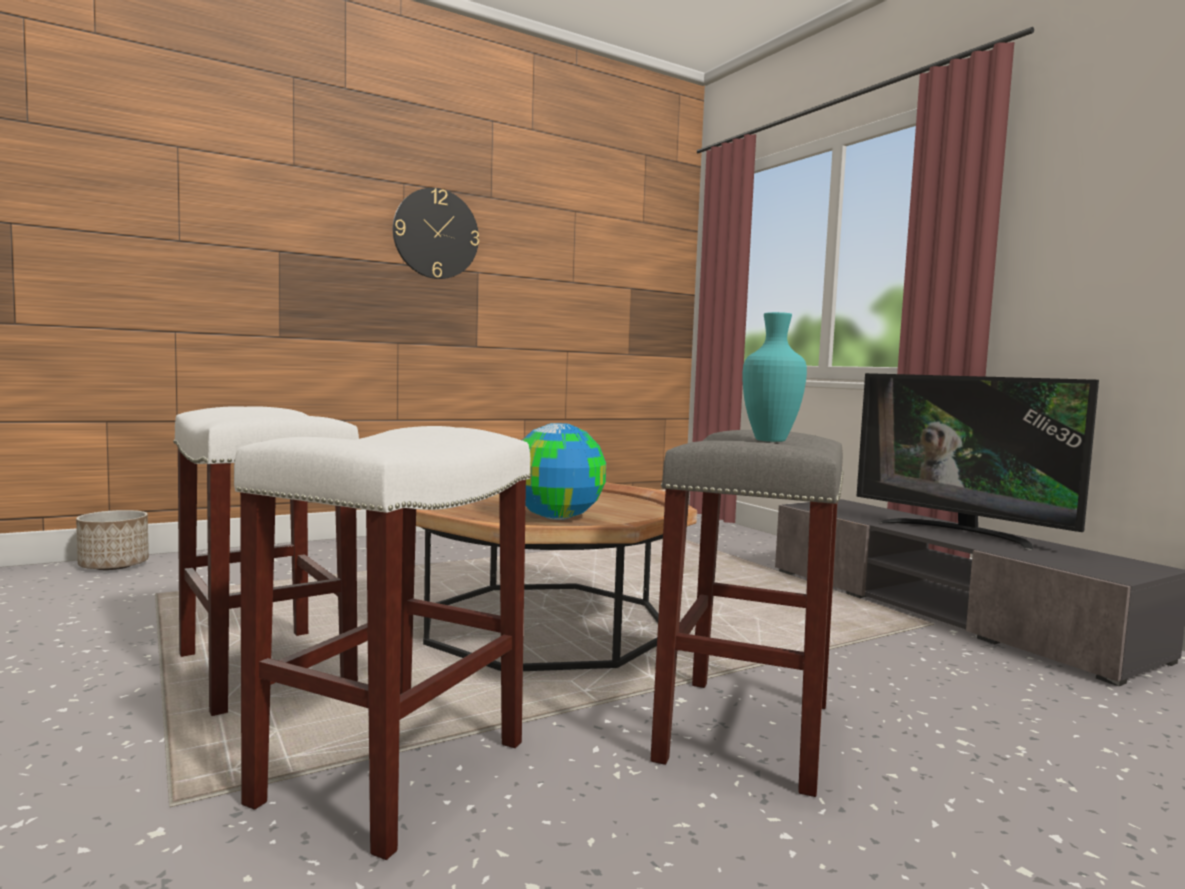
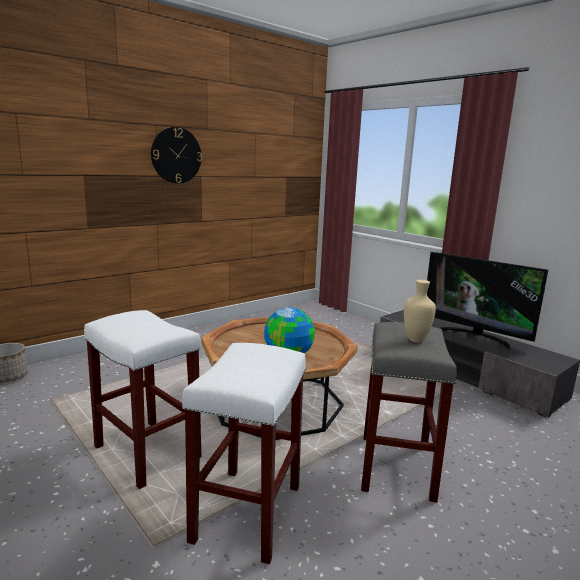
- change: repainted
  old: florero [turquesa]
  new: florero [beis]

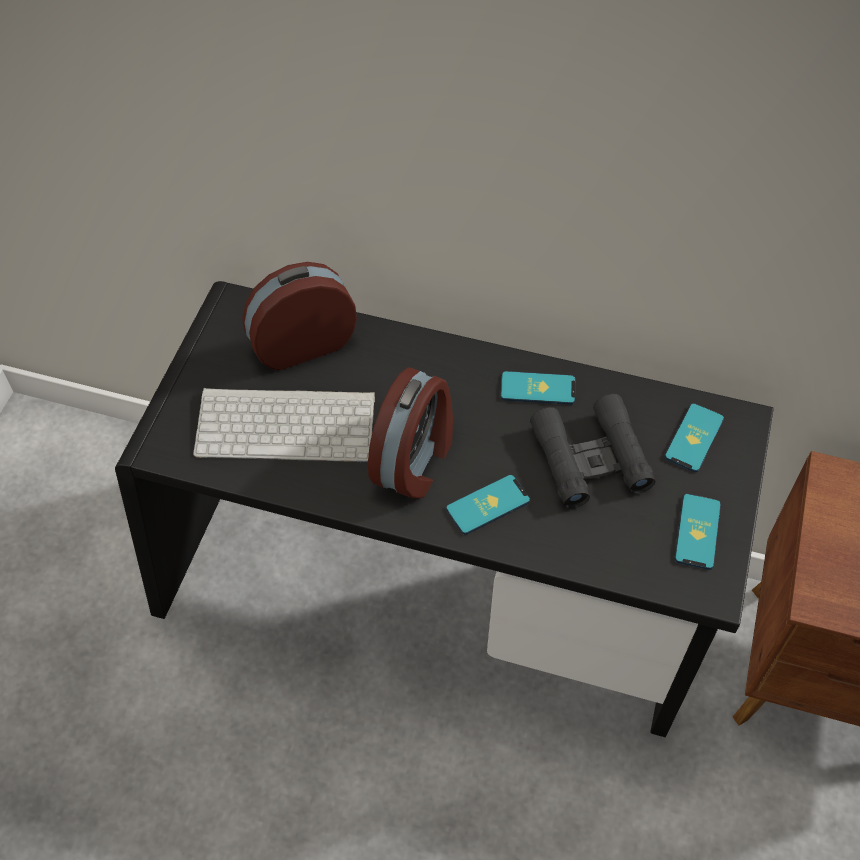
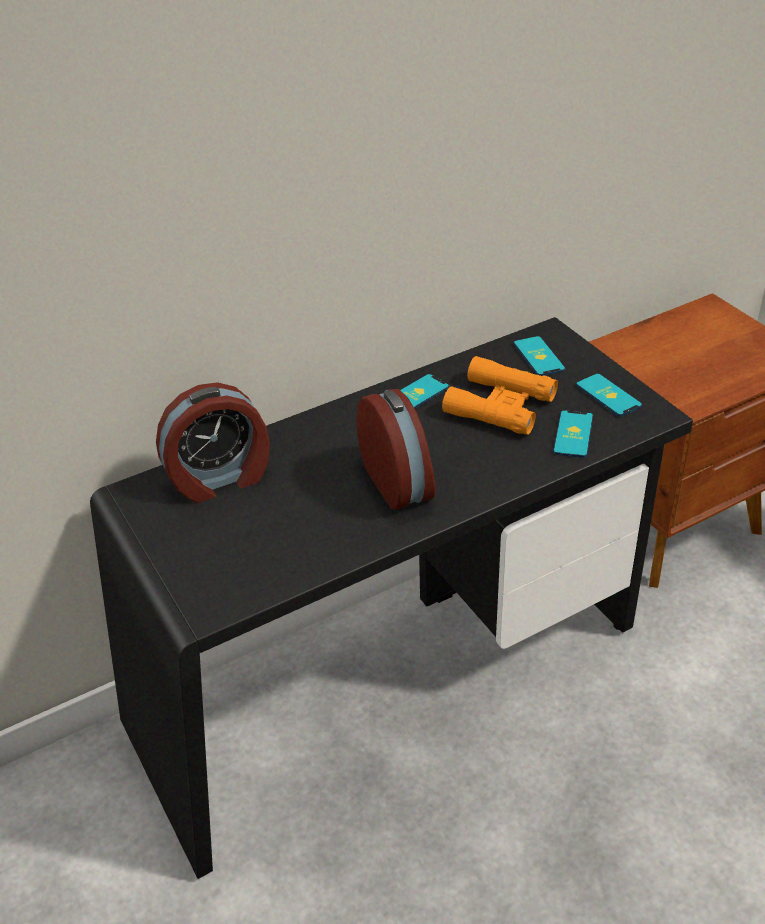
- change: rotated
  old: despertador (no. 1 from left)
  degrees: -135
- change: gone
  old: teclado
- change: repainted
  old: prismáticos [negro]
  new: prismáticos [naranja]
- change: shifted
  old: móvil (no. 1 from left in the first image)
  new: móvil (no. 3 from left)

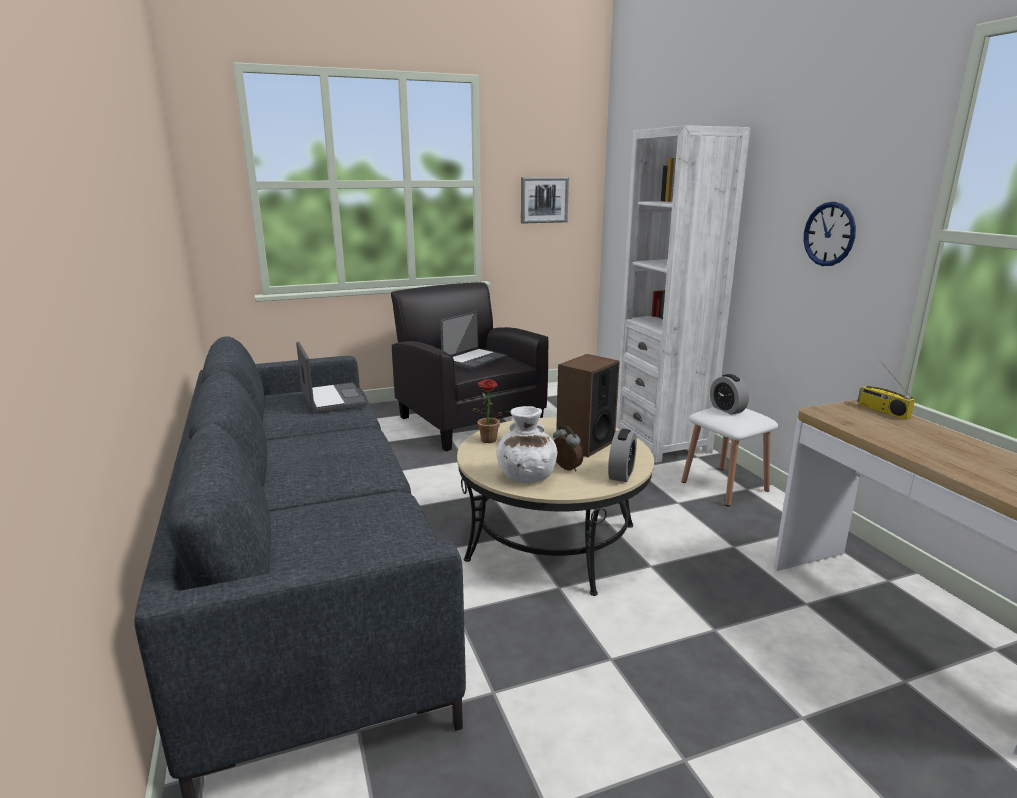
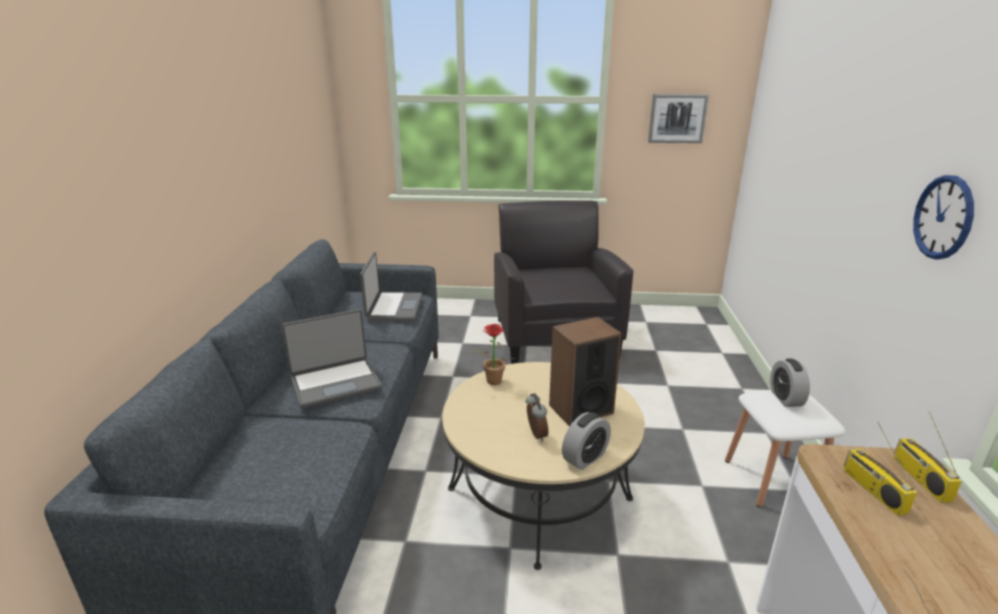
- change: gone
  old: estantería [blanco]
- change: shifted
  old: portátil (no. 2 from left in the first image)
  new: portátil (no. 1 from left)
- change: gone
  old: florero [blanco]
- change: new
  new: radio (no. 1 from left)

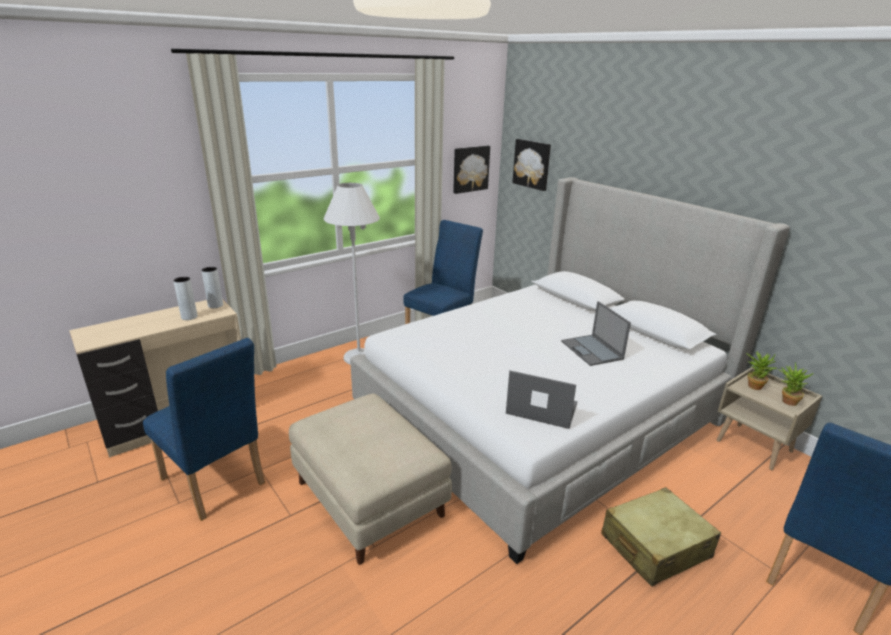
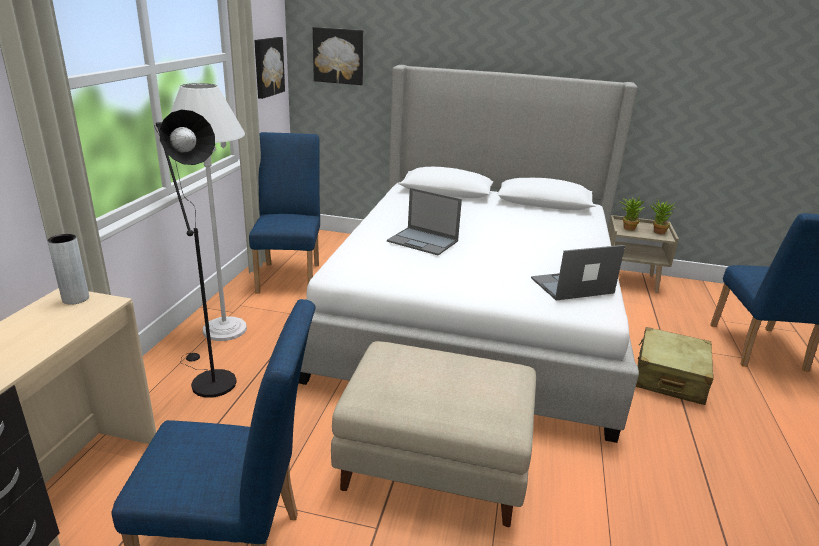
- change: gone
  old: florero [gris] (no. 1 from left)
- change: shifted
  old: portátil (no. 2 from left in the first image)
  new: portátil (no. 1 from left)
- change: new
  new: lámpara de pie [negro]

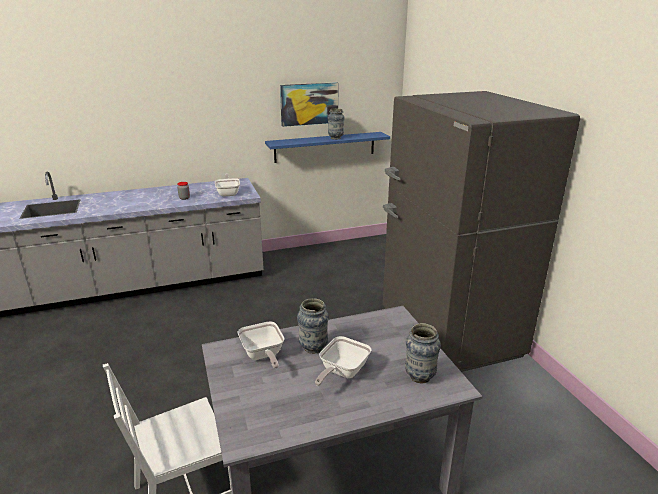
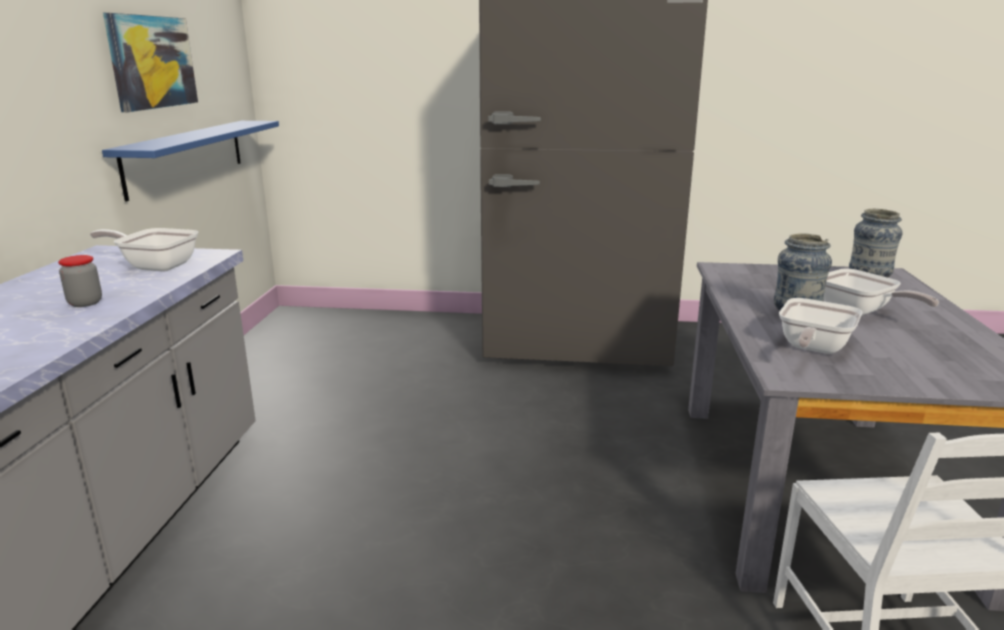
- change: gone
  old: florero (no. 2 from left)
- change: rotated
  old: sartén (no. 2 from left)
  degrees: 120

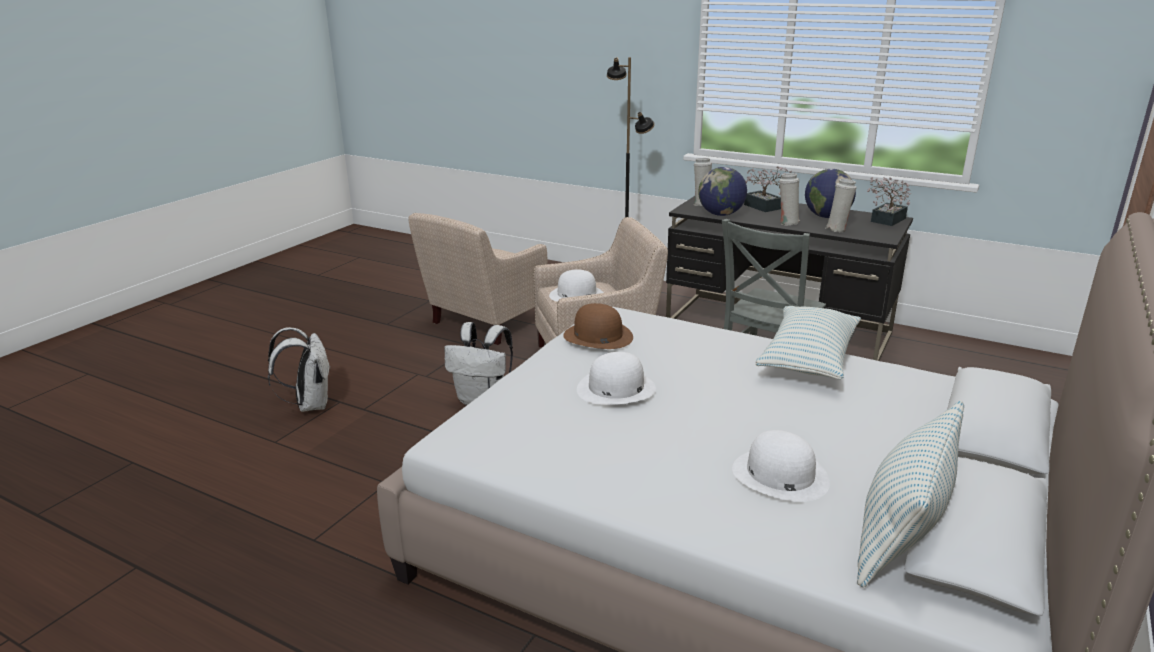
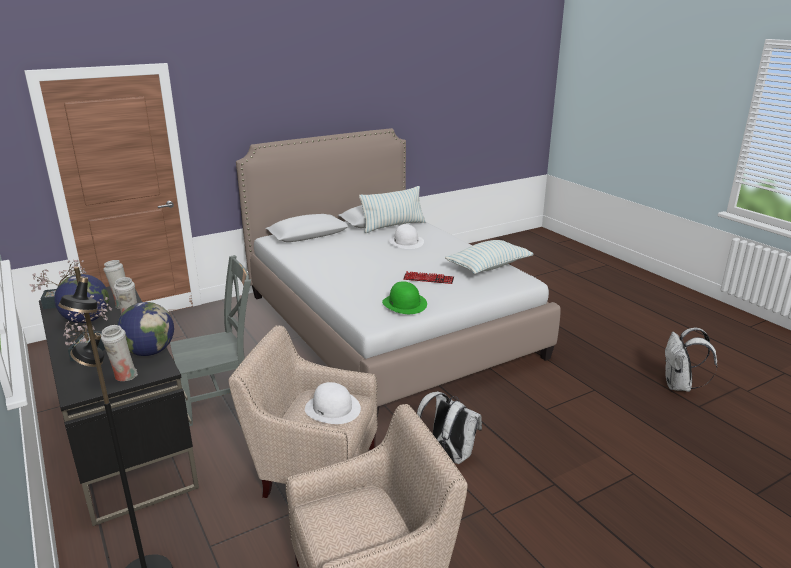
- change: repainted
  old: sombrero [marrón]
  new: sombrero [verde]
- change: shifted
  old: cojín (no. 1 from left in the first image)
  new: cojín (no. 2 from left)
- change: shifted
  old: mochila [blanco] (no. 1 from left in the first image)
  new: mochila [blanco] (no. 2 from left)
- change: swapped
  old: sombrero [blanco] (no. 2 from left)
  new: teclado

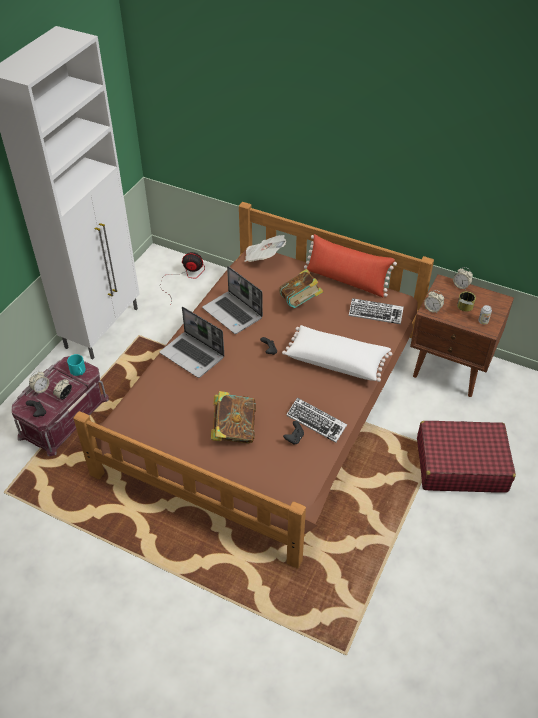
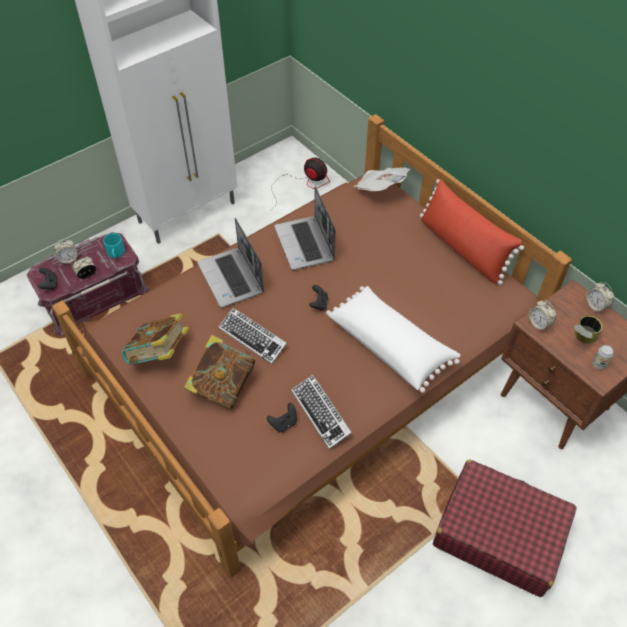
- change: shifted
  old: libro (no. 2 from left in the first image)
  new: libro (no. 1 from left)
- change: shifted
  old: teclado (no. 2 from left in the first image)
  new: teclado (no. 1 from left)

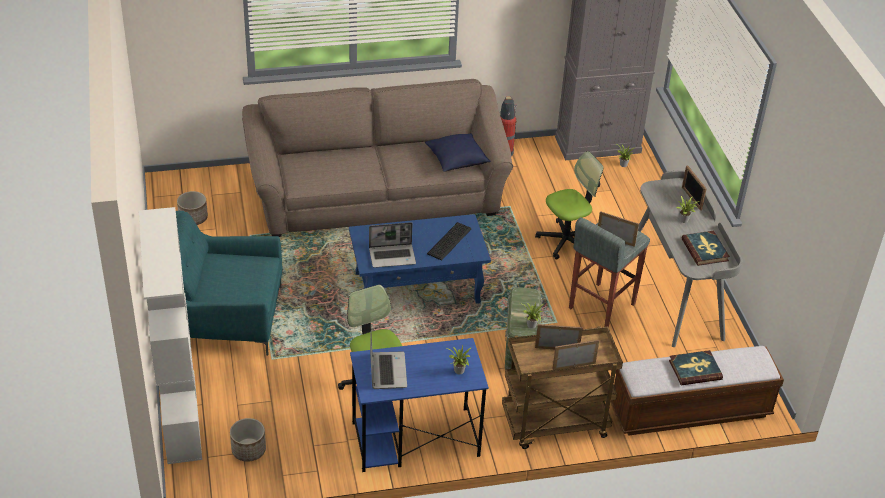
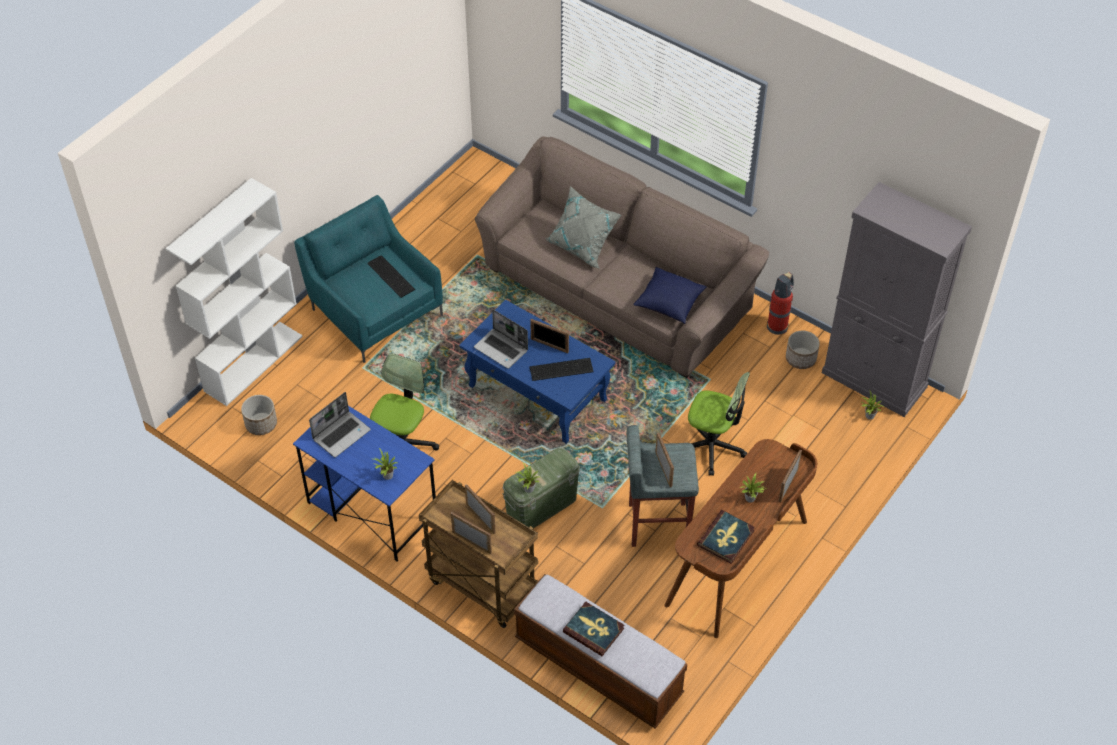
- change: repainted
  old: escritorio [gris]
  new: escritorio [marrón]
- change: shifted
  old: maceta (no. 1 from left in the first image)
  new: maceta (no. 2 from left)
- change: new
  new: cojín [gris]
- change: new
  new: teclado (no. 1 from left)
- change: new
  new: portarretratos (no. 3 from left)

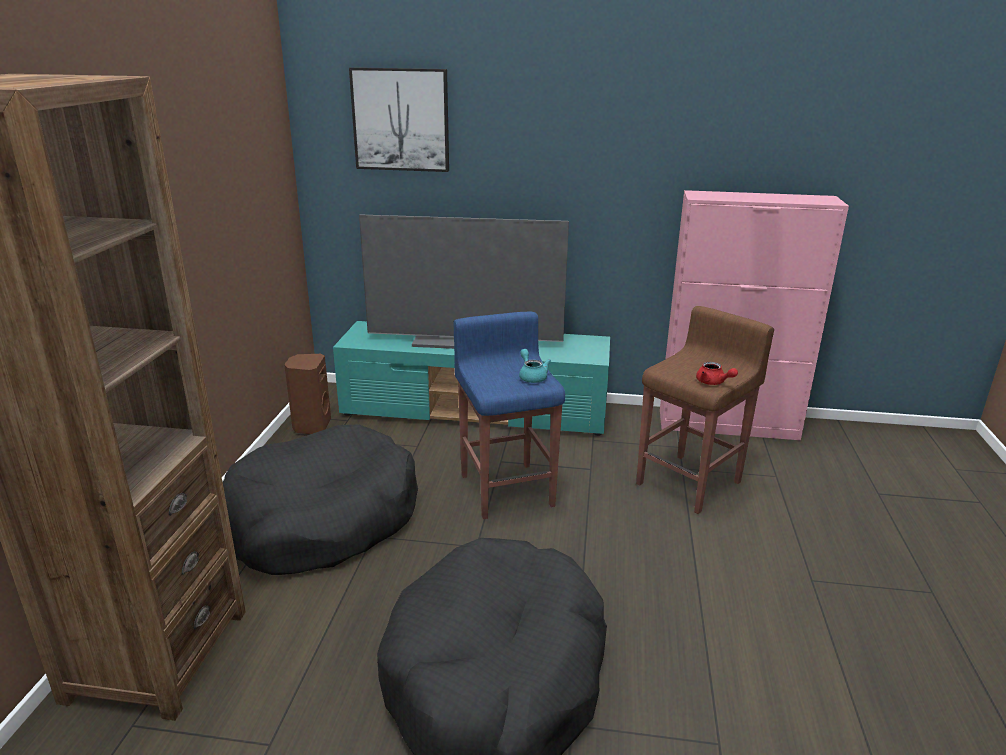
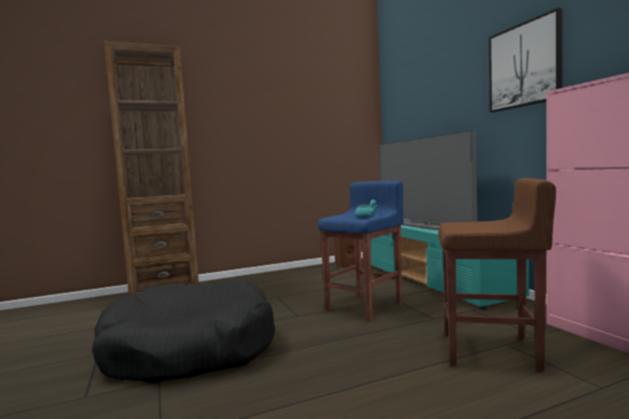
- change: shifted
  old: cuadro
- change: gone
  old: tetera [rojo]
- change: gone
  old: cama para perro [negro] (no. 1 from left)

